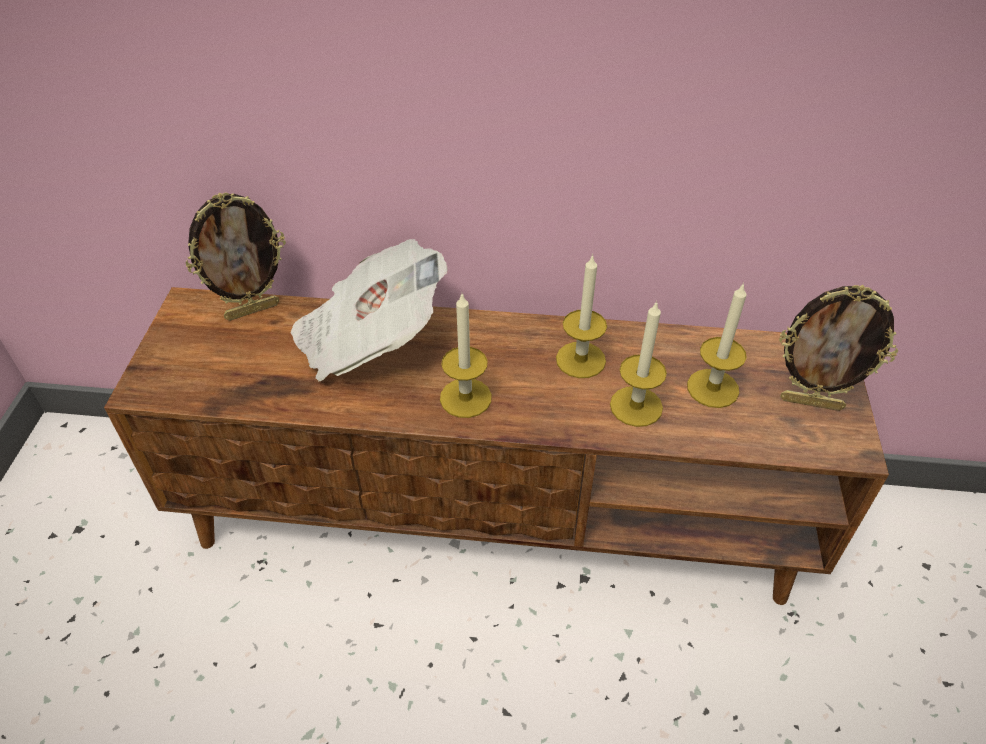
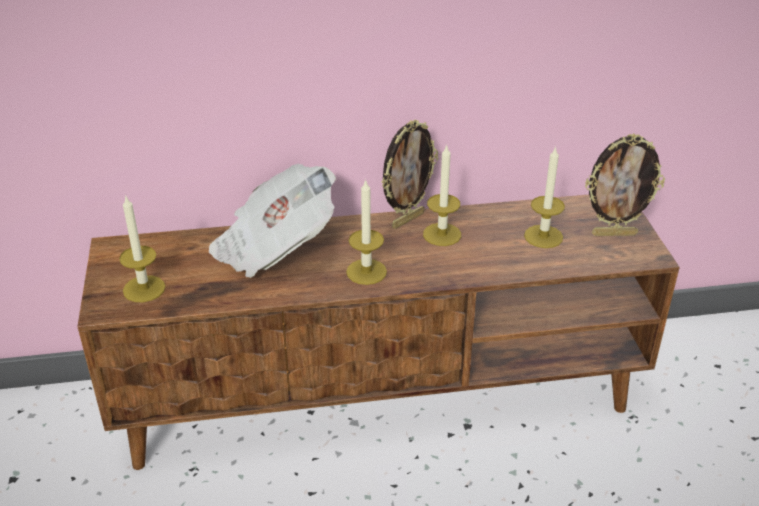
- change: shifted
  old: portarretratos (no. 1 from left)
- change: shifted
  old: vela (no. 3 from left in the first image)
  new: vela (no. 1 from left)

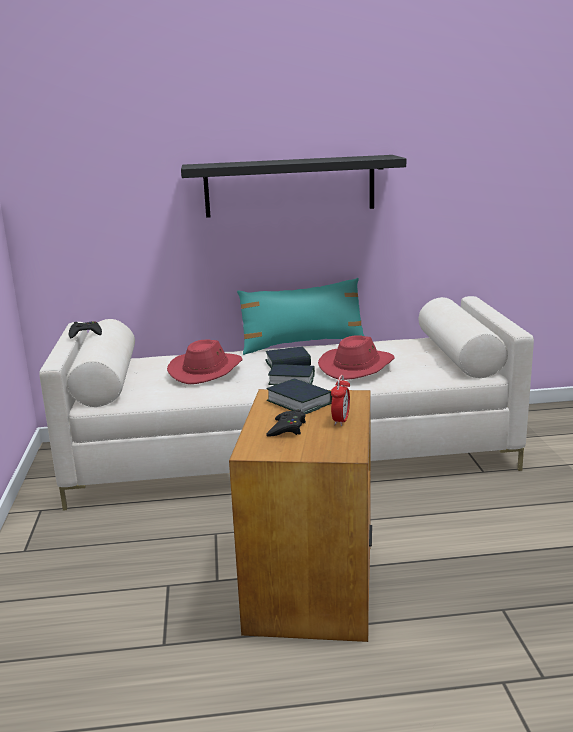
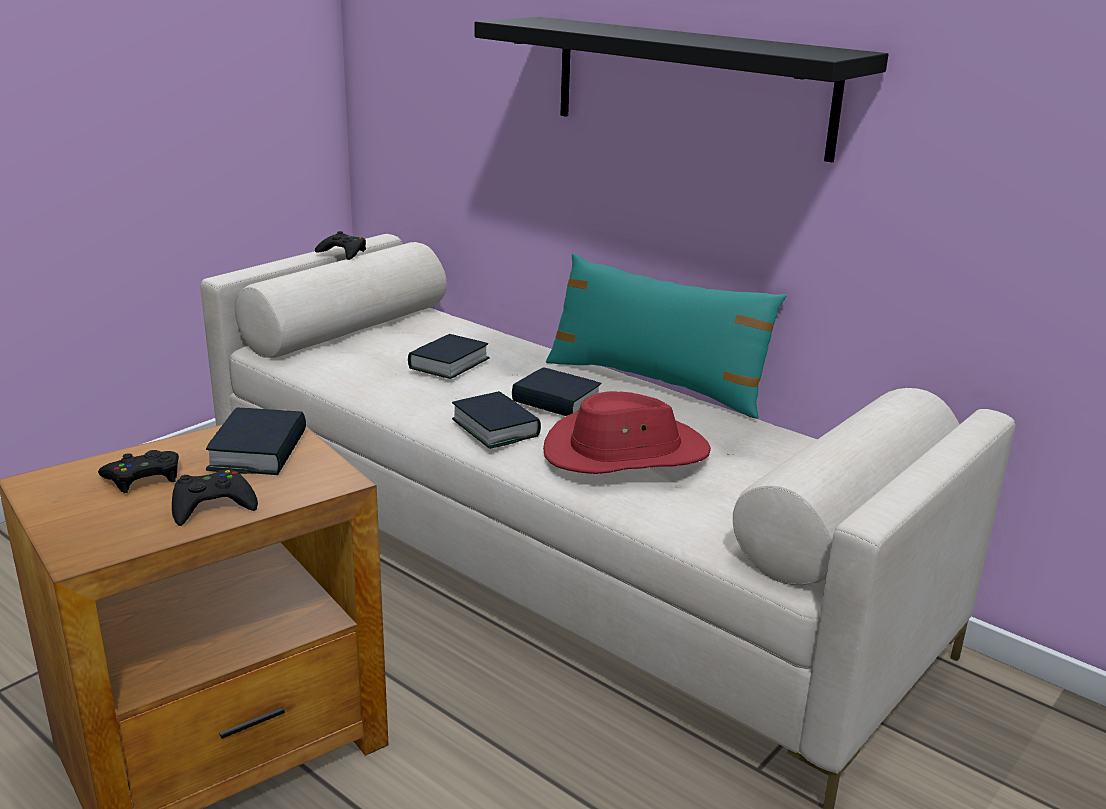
- change: swapped
  old: sombrero [rojo] (no. 1 from left)
  new: libro (no. 2 from left)
- change: swapped
  old: despertador
  new: mando de consola [negro] (no. 2 from left)

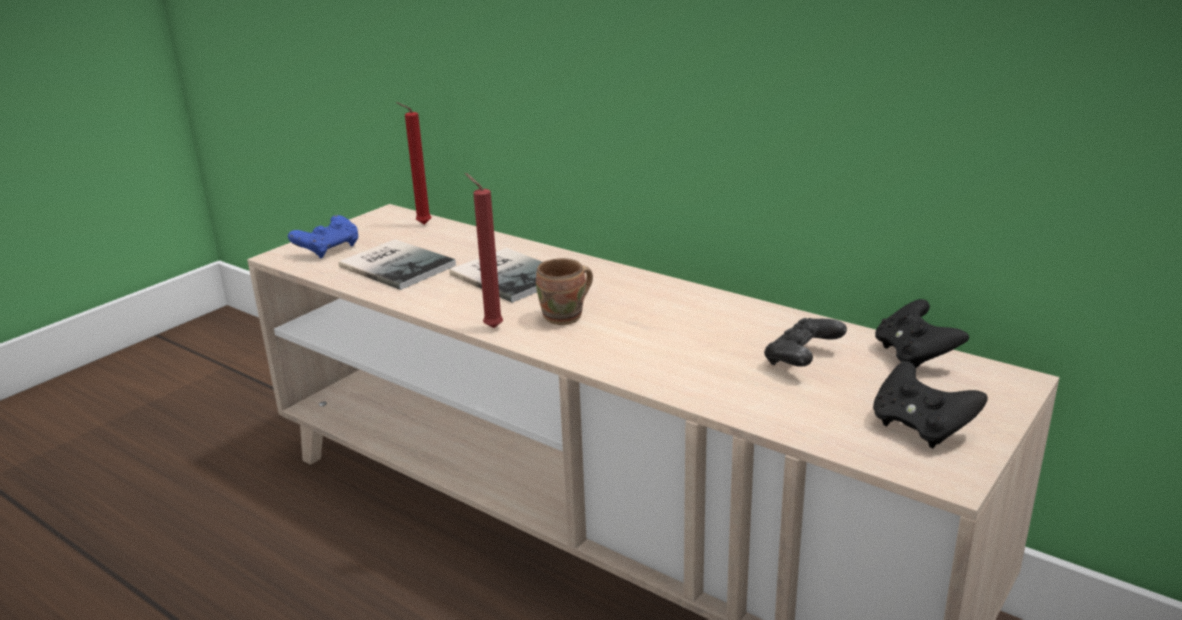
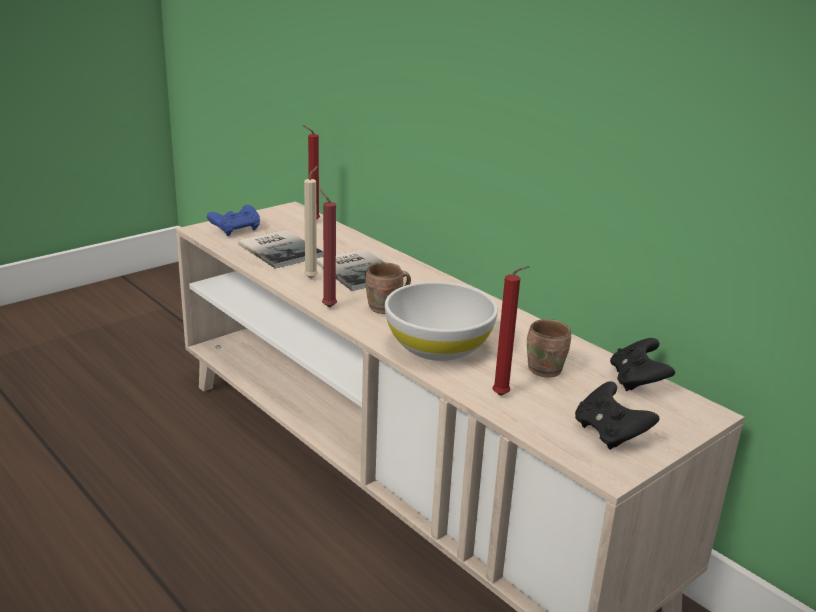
- change: swapped
  old: mando de consola [negro] (no. 1 from left)
  new: taza grande [marrón] (no. 2 from left)
- change: new
  new: vela [beis]
- change: new
  new: vela [rojo] (no. 3 from left)
- change: new
  new: cuenco [blanco]

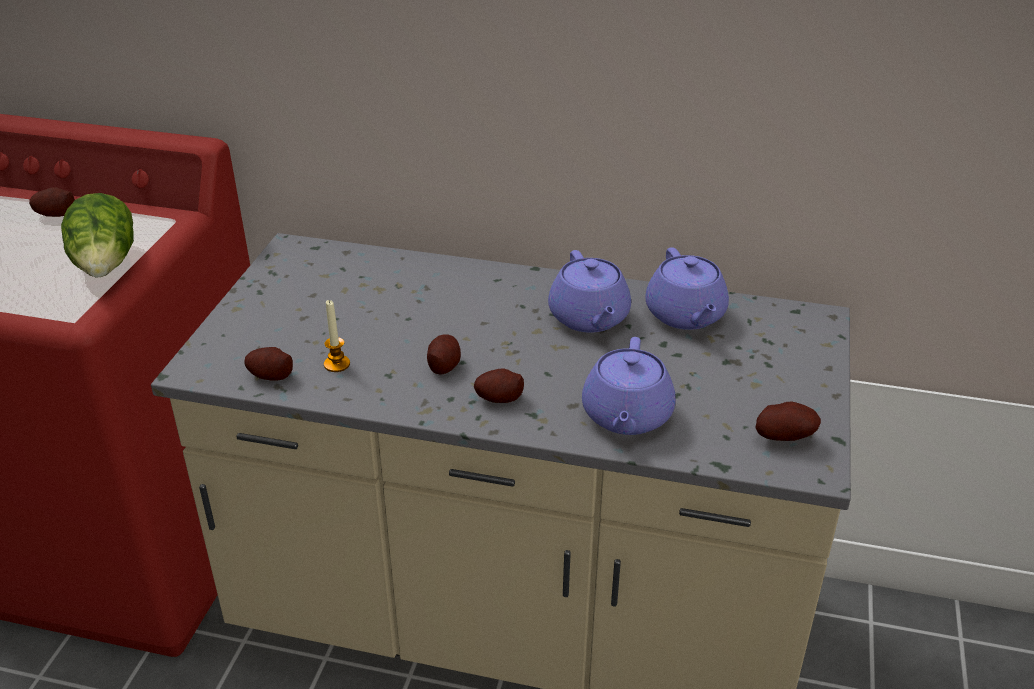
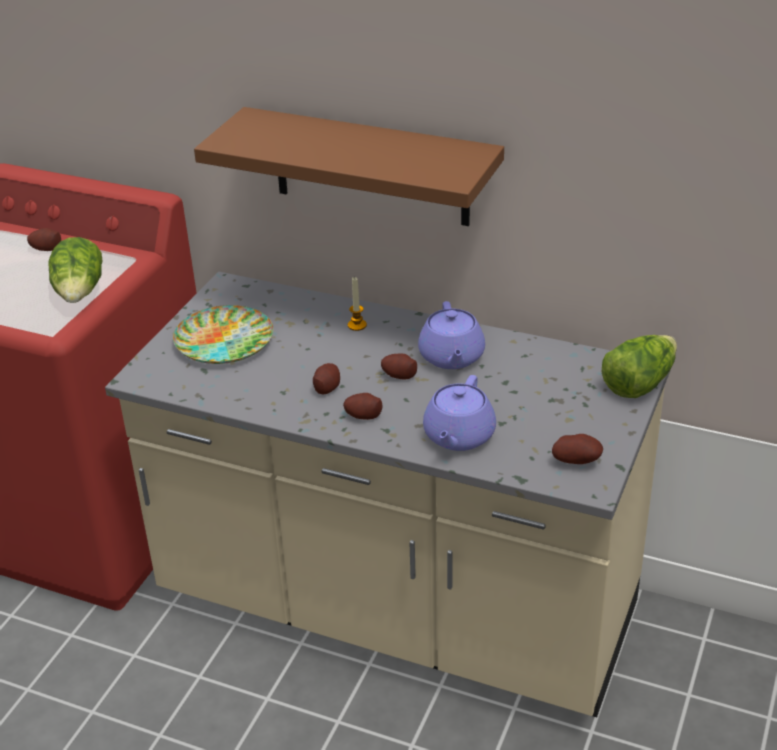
- change: gone
  old: tetera [morado] (no. 3 from left)
- change: shifted
  old: vela
- change: shifted
  old: patata (no. 2 from left in the first image)
  new: patata (no. 4 from left)
- change: new
  new: estante [marrón]
- change: new
  new: plato
- change: new
  new: lechuga (no. 2 from left)

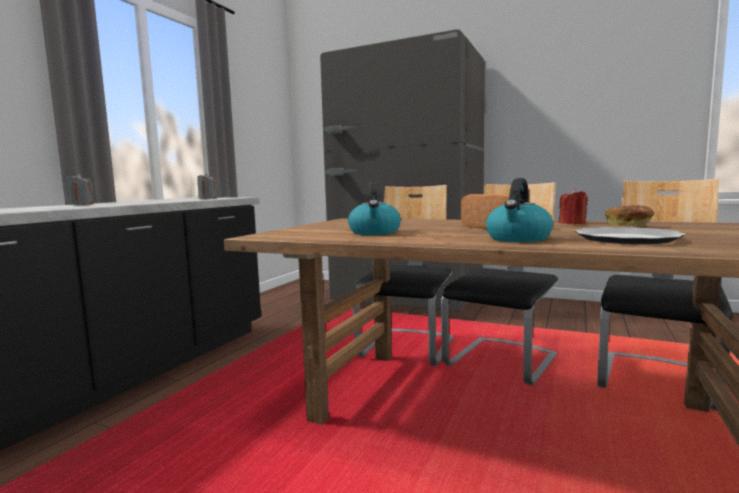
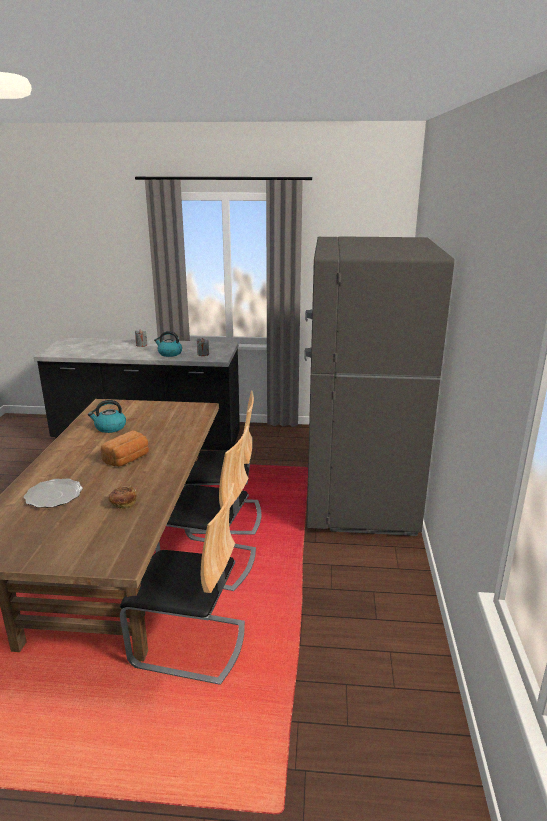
- change: shifted
  old: hervidor (no. 2 from left)
- change: gone
  old: vela [rojo]

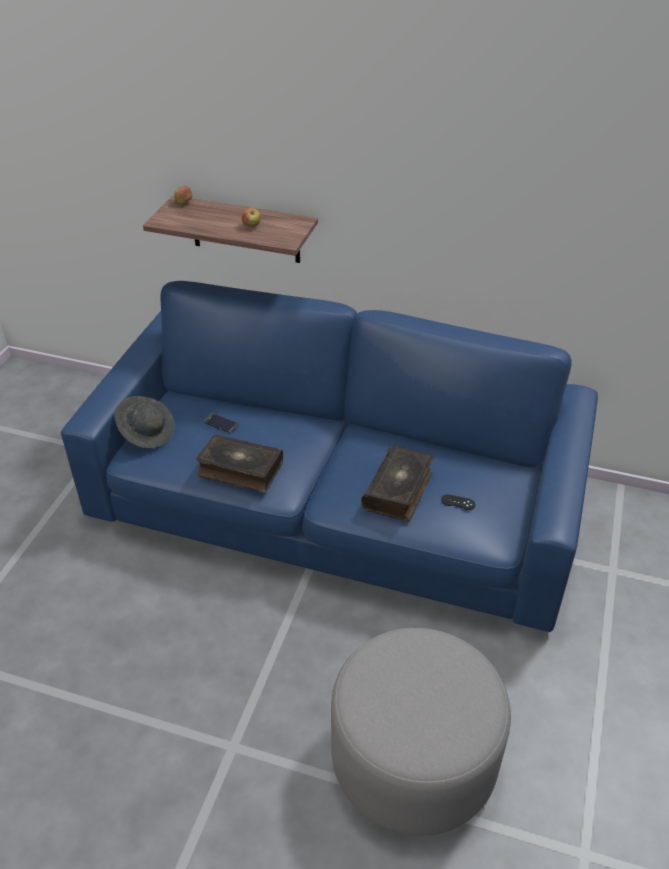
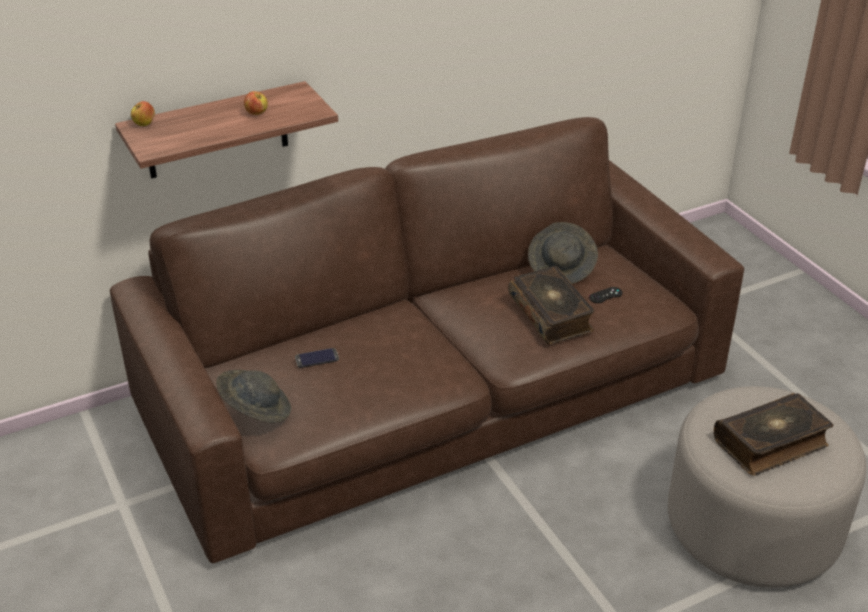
- change: repainted
  old: sofá [azul]
  new: sofá [marrón]
- change: shifted
  old: libro (no. 1 from left in the first image)
  new: libro (no. 2 from left)
- change: new
  new: sombrero [gris] (no. 2 from left)

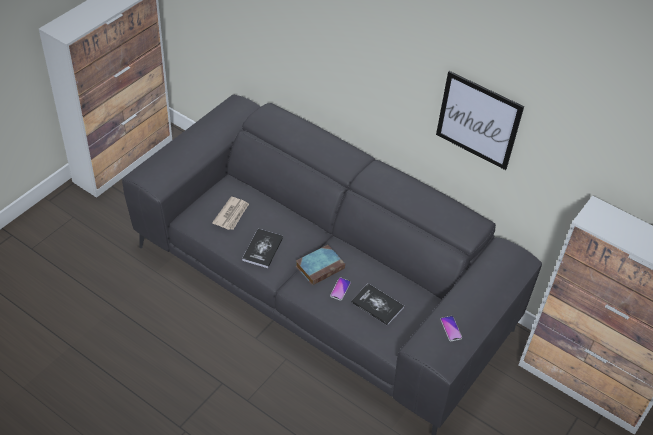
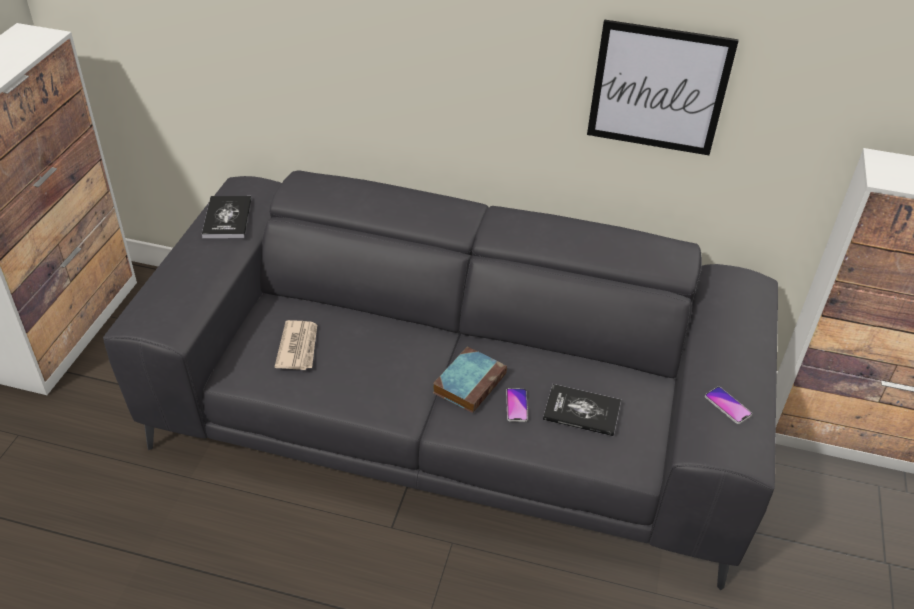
- change: shifted
  old: libro (no. 1 from left)

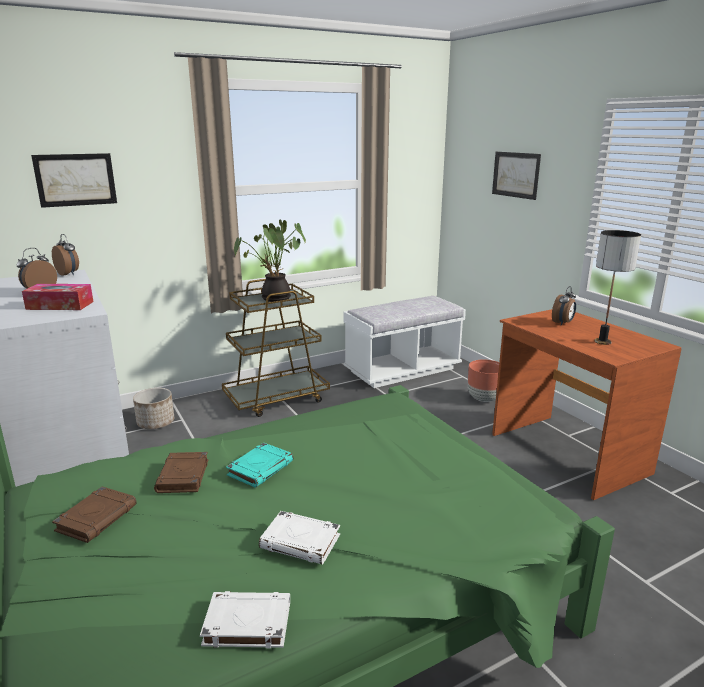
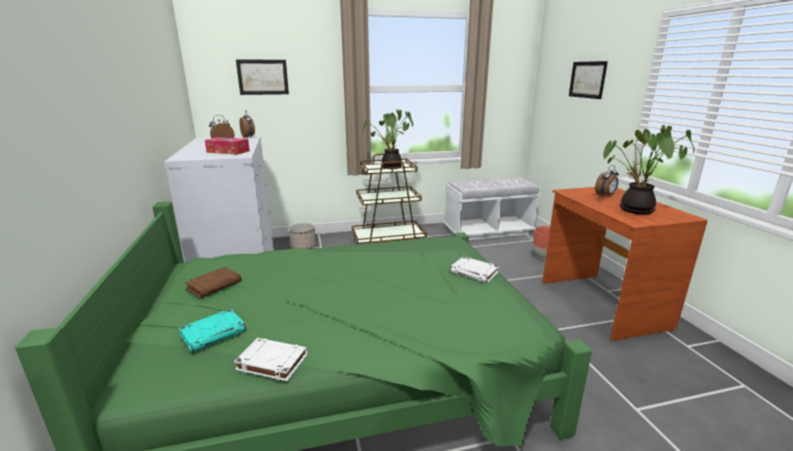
- change: swapped
  old: lámpara de mesa
  new: planta en maceta (no. 2 from left)
- change: shifted
  old: libro [turquesa]
- change: gone
  old: libro [marrón] (no. 2 from left)
- change: shifted
  old: libro [blanco] (no. 2 from left)

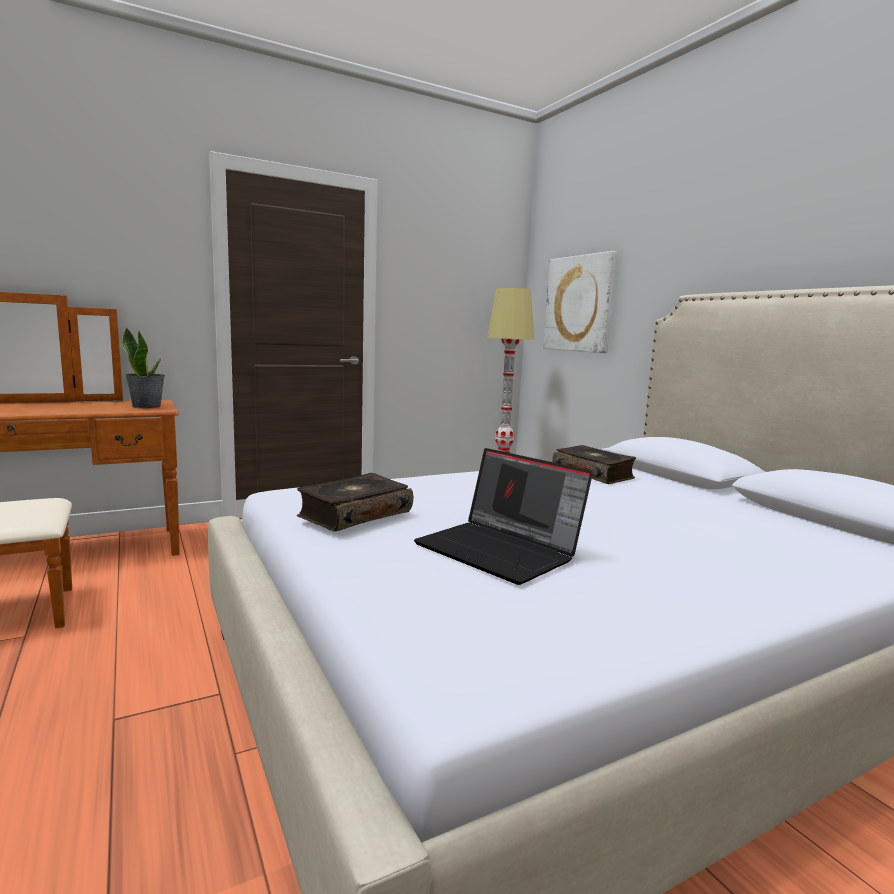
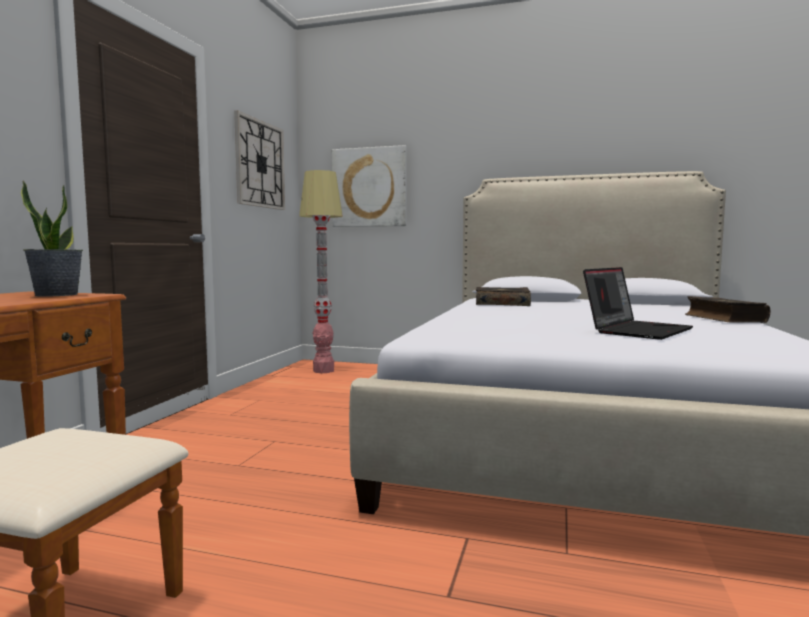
- change: rotated
  old: portátil
  degrees: -45
- change: shifted
  old: libro (no. 1 from left in the first image)
  new: libro (no. 2 from left)
- change: new
  new: reloj de pared

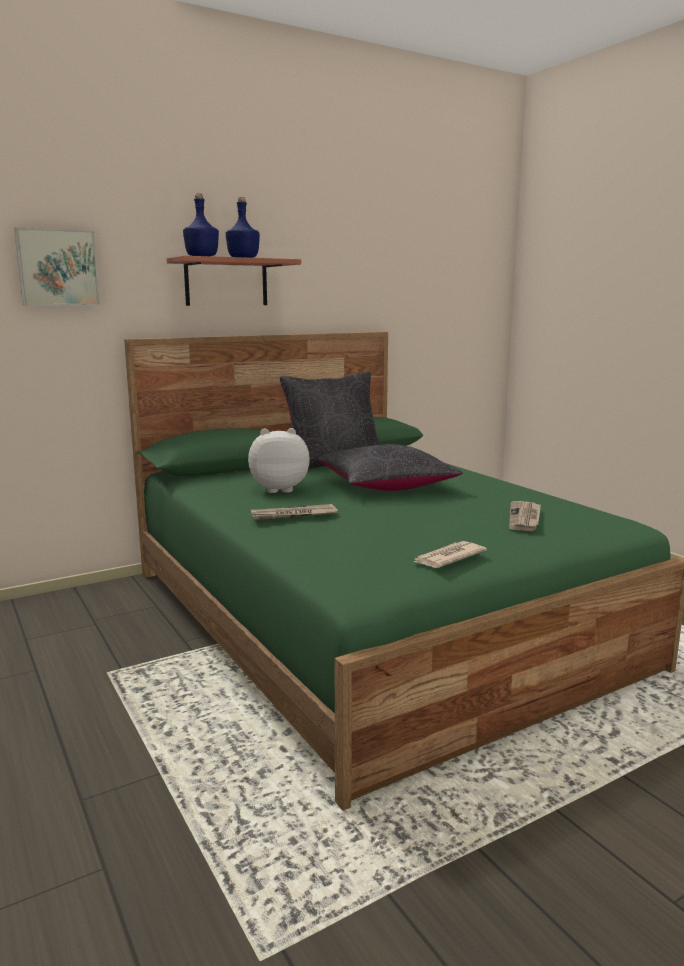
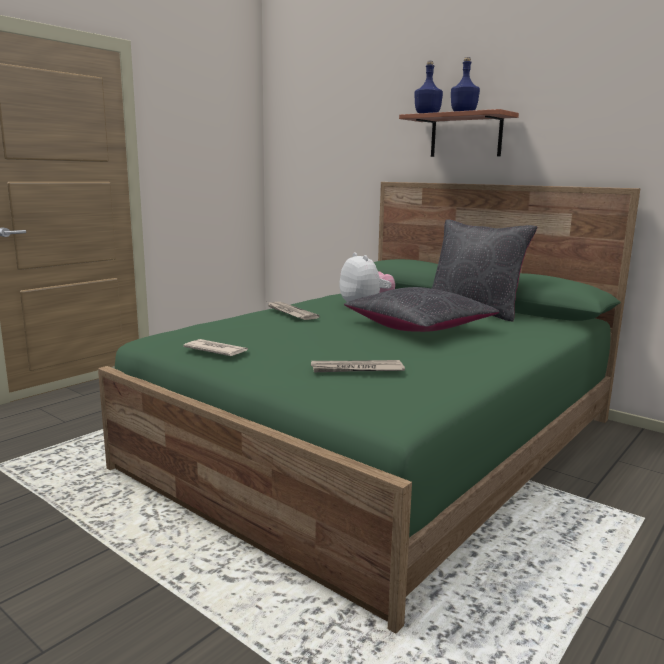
- change: gone
  old: cuadro

